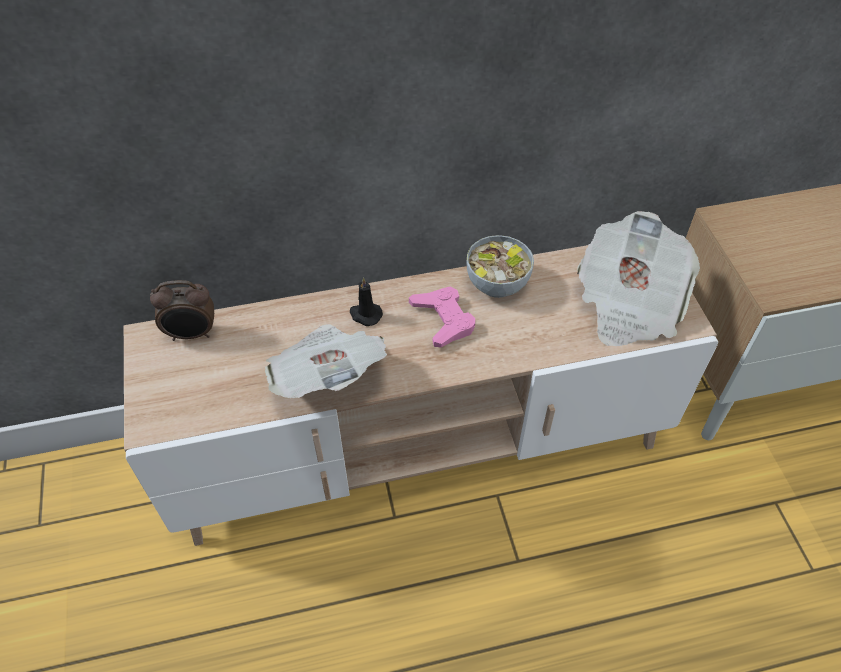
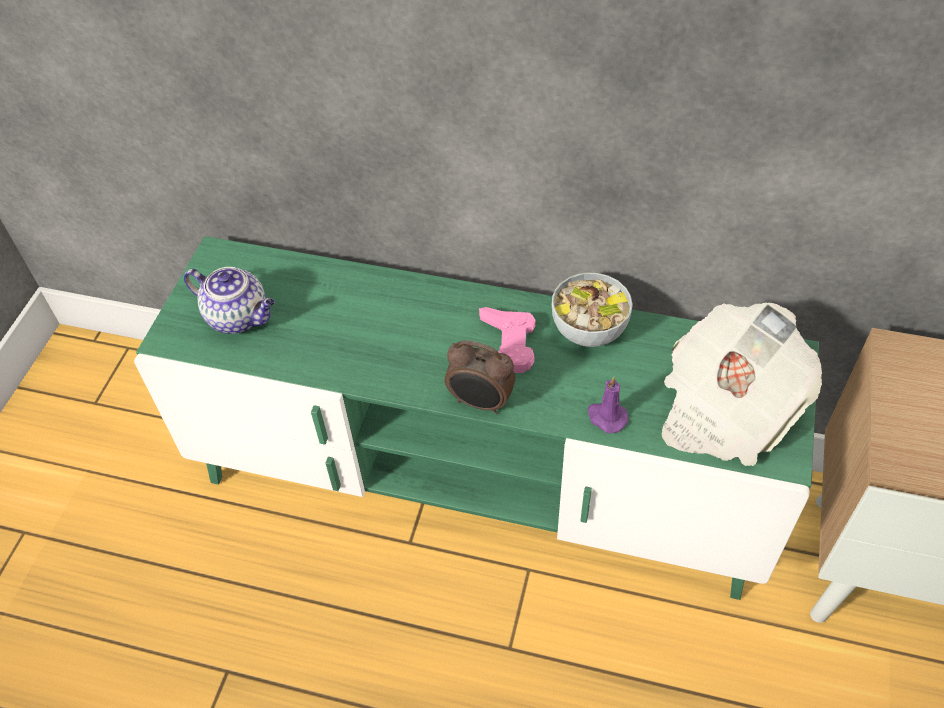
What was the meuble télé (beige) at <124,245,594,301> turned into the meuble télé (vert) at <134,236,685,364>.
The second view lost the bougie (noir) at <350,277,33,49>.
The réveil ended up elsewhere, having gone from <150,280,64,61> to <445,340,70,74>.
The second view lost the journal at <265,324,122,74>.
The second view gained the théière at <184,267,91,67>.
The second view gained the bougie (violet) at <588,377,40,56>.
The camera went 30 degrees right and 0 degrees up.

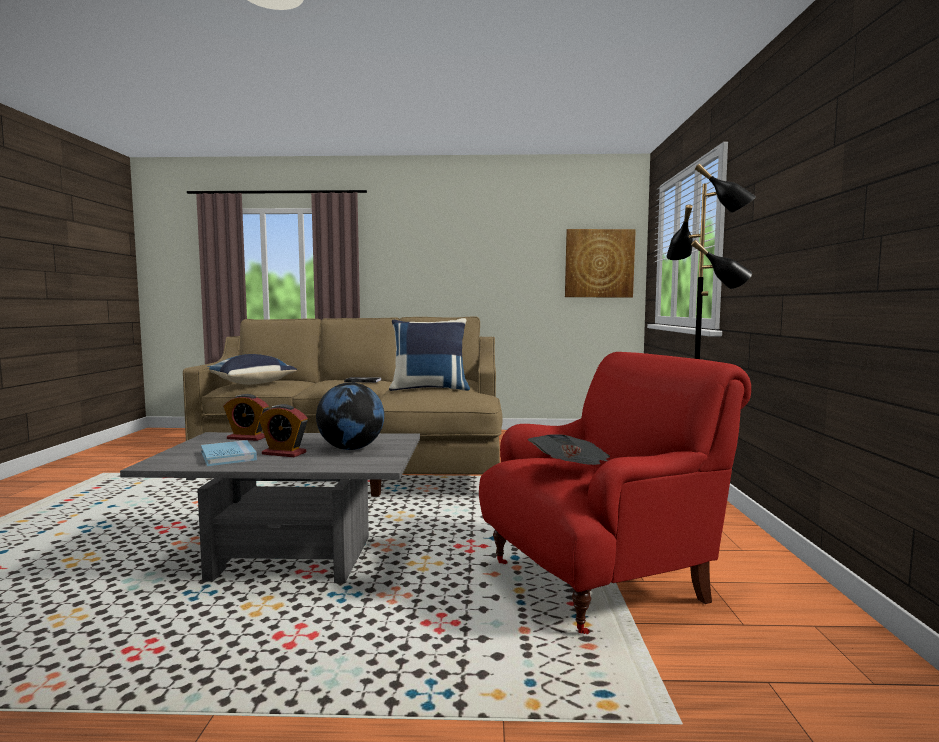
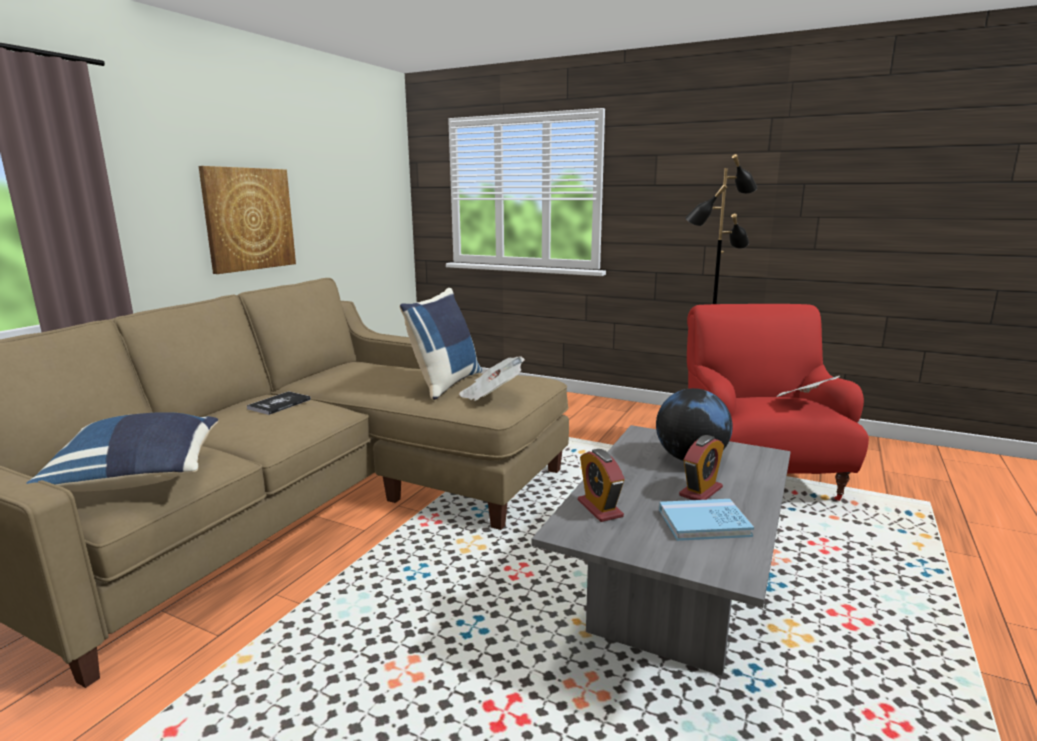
The tableau ended up elsewhere, having gone from <565,229,71,69> to <198,166,98,108>.
The réveil at <223,394,46,47> ended up facing another way, 120 degrees clockwise from before.
The second view gained the journal at <459,357,66,44>.
The camera went 65 degrees left and 10 degrees up.

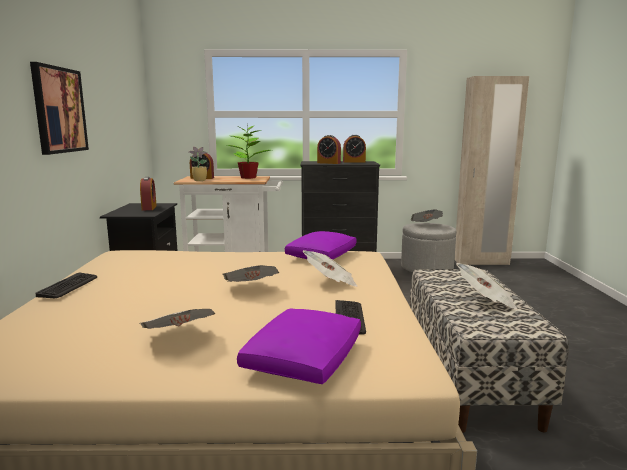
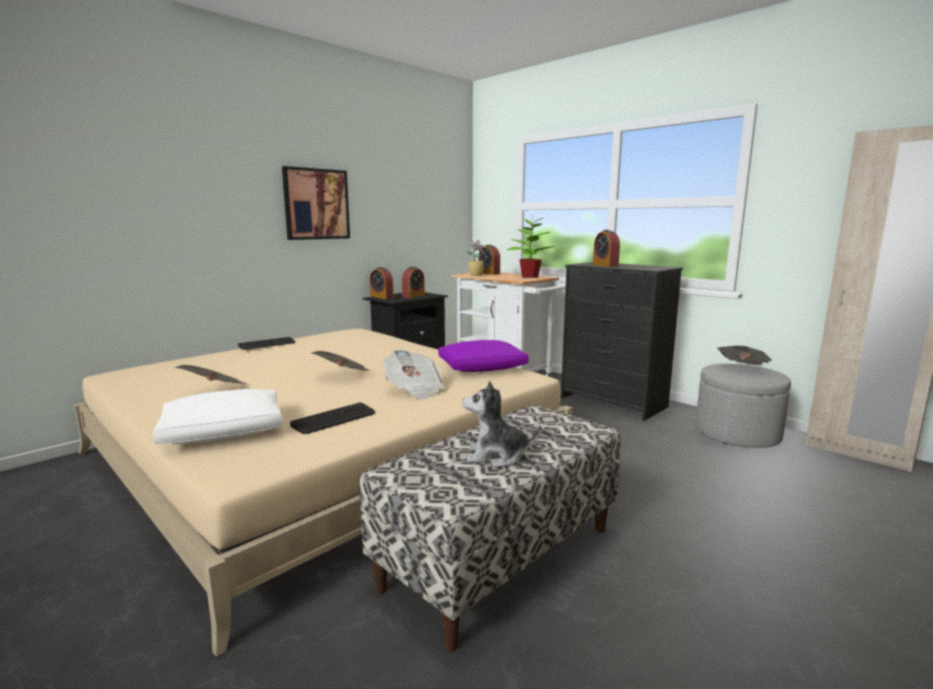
The réveil ended up elsewhere, having gone from <343,135,23,28> to <370,267,24,32>.
Where the journal stood at <456,263,62,47>, the peluche came to stand at <462,381,78,86>.
What was the coussin (violet) at <237,308,124,76> turned into the coussin (blanc) at <152,389,131,55>.
The camera went 45 degrees right and 0 degrees up.

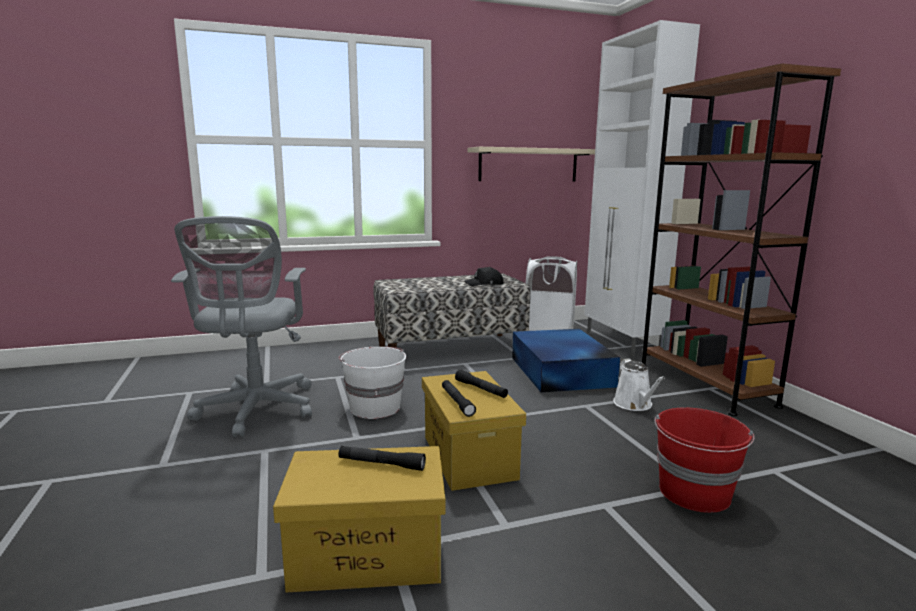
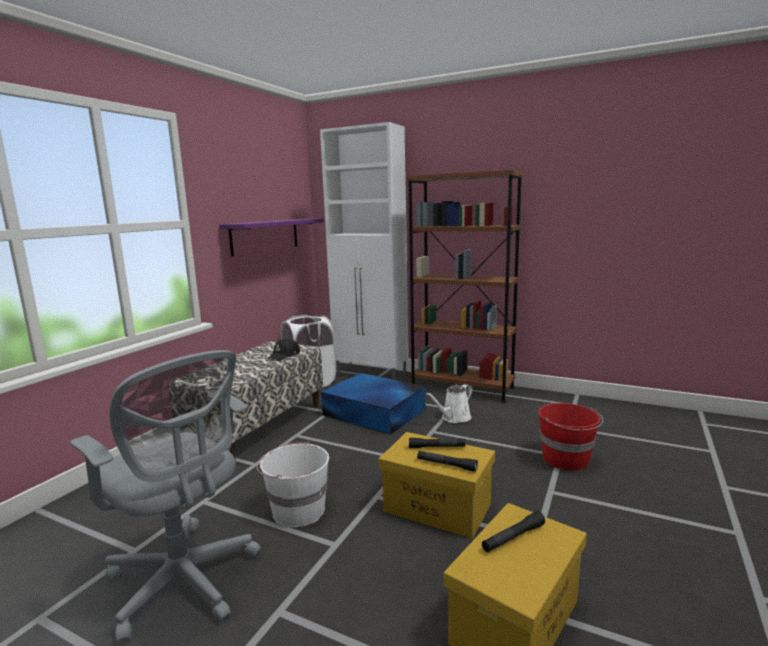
What was the étagère (beige) at <468,147,127,35> turned into the étagère (violet) at <219,218,105,38>.
The arrosoir (blanc) at <613,358,52,53> ended up facing another way, 105 degrees clockwise from before.
The camera went 45 degrees left and 0 degrees up.

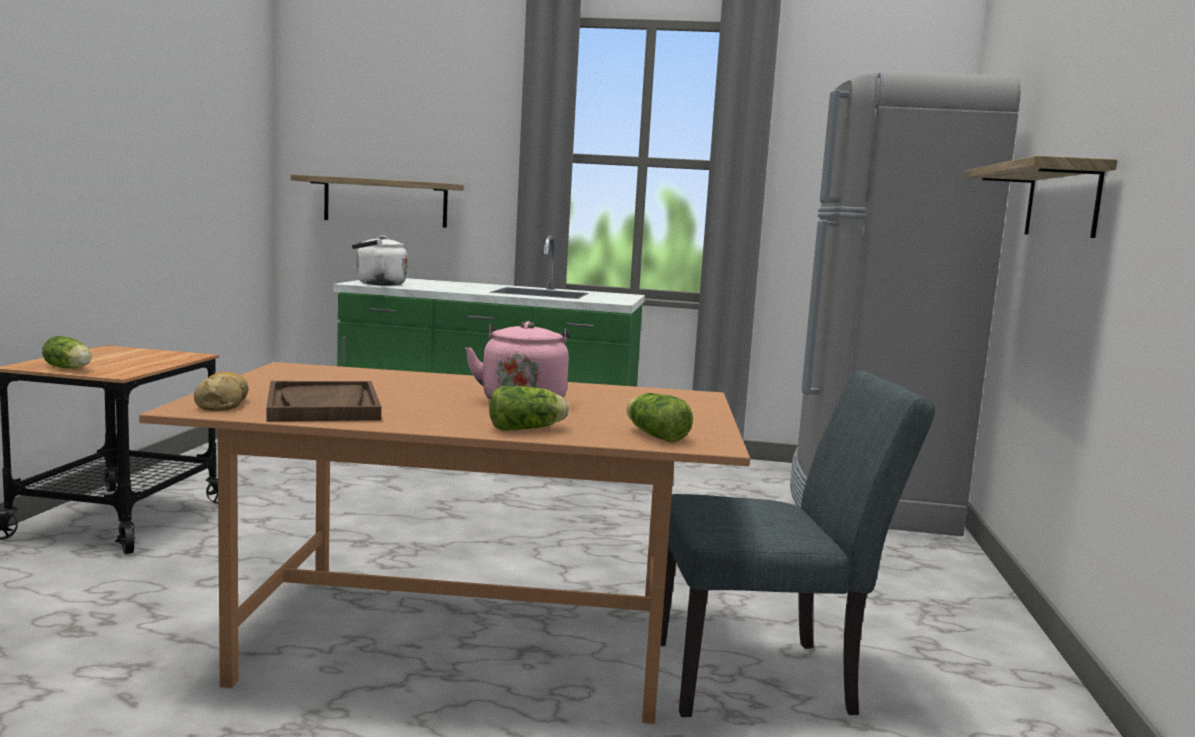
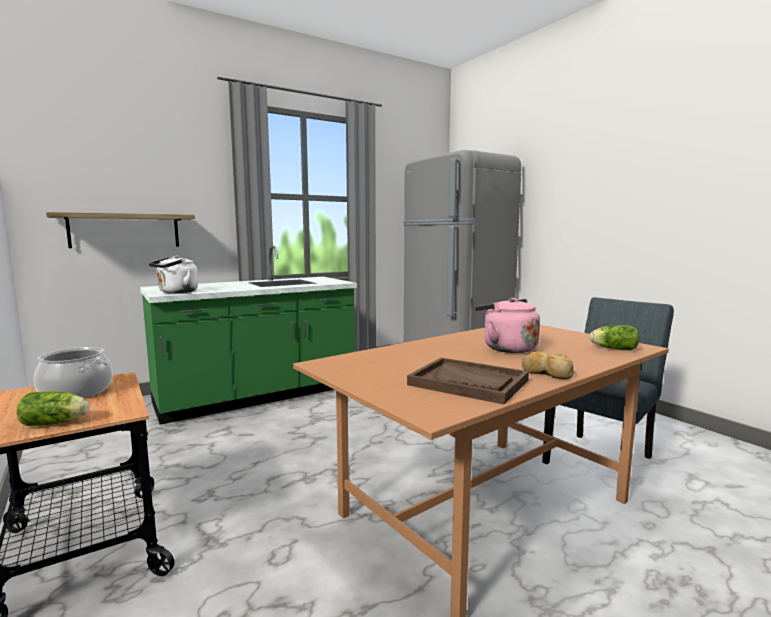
The second view lost the étagère at <964,155,153,83>.
The pain ended up elsewhere, having gone from <194,372,55,39> to <522,351,53,28>.
The second view lost the laitue at <489,386,80,44>.
The second view gained the marmite at <34,347,79,51>.
The camera went 40 degrees left and 0 degrees up.

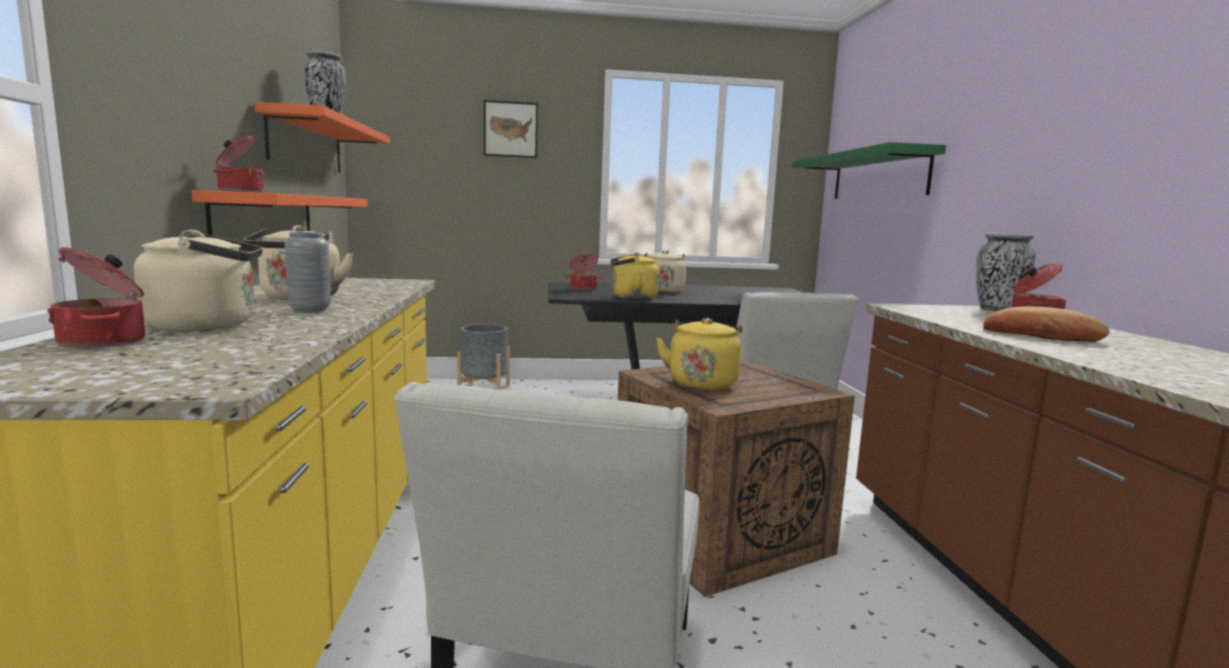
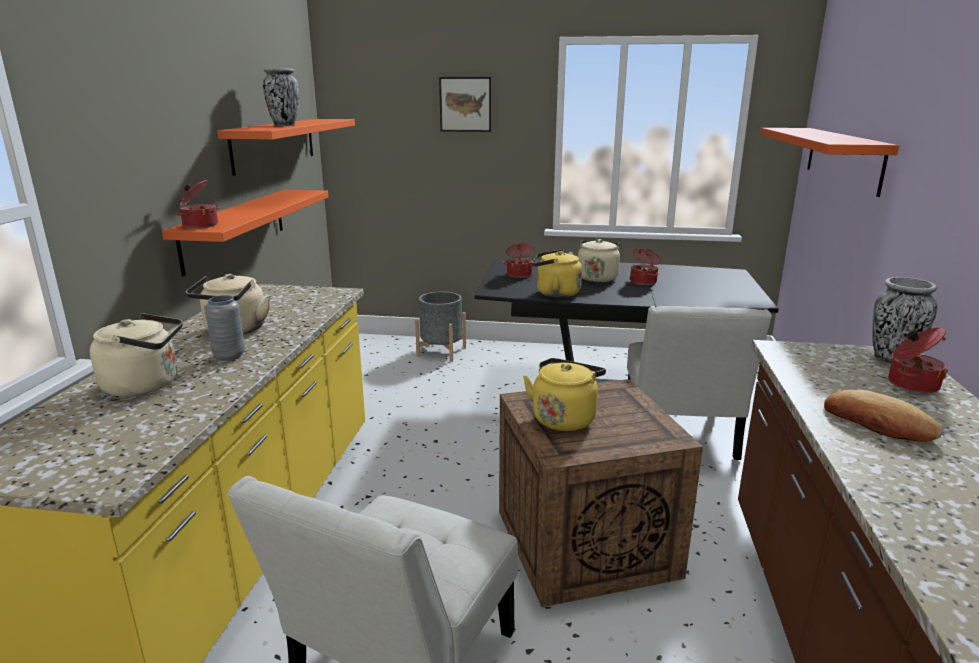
What was the étagère (vert) at <792,142,154,57> turned into the étagère (orange) at <760,128,139,69>.
The marmite ended up elsewhere, having gone from <47,247,98,102> to <630,248,31,37>.
The camera went 15 degrees right and 10 degrees up.

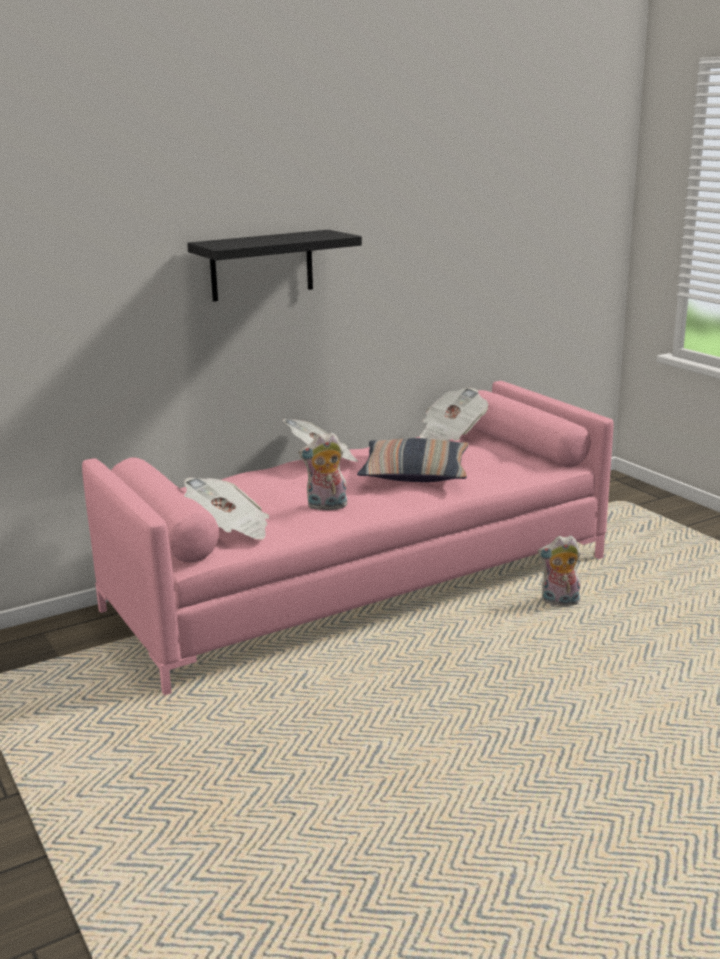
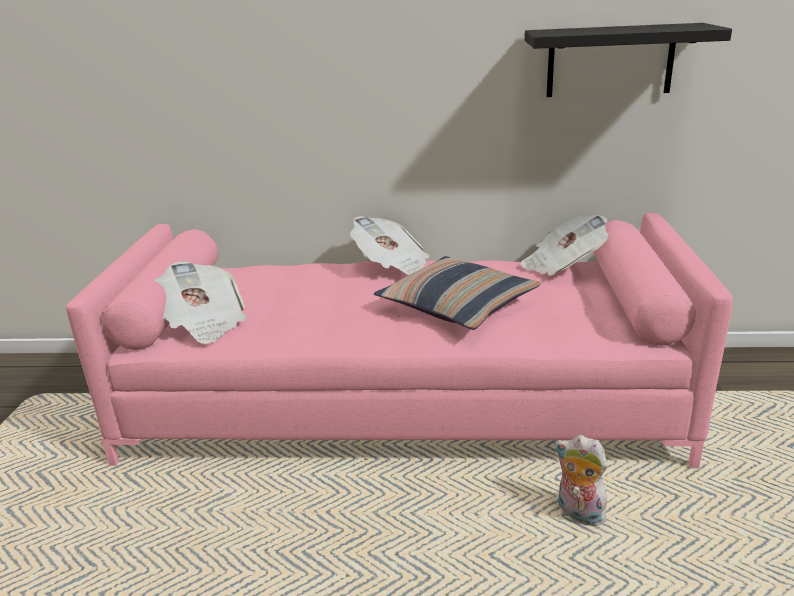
The étagère (noir) ended up elsewhere, having gone from <187,230,175,72> to <525,23,207,74>.
The second view lost the peluche at <299,432,48,78>.
The camera went 35 degrees right and 5 degrees up.

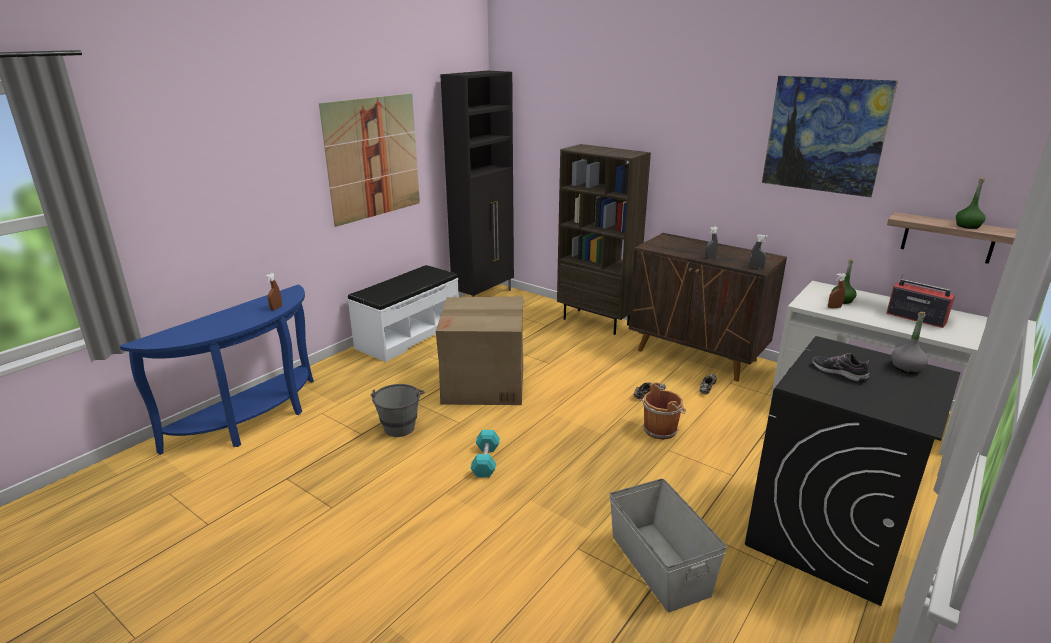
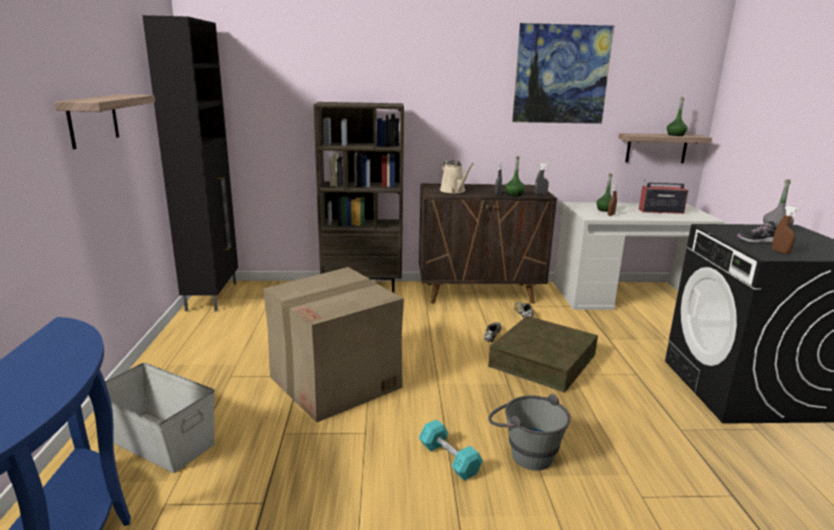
Where the tableau hung at <319,93,101,134>, the étagère came to hang at <54,94,101,55>.
The second view lost the banc (blanc) at <348,265,111,97>.
The vaporisateur (marron) ended up elsewhere, having gone from <265,273,17,37> to <772,206,28,48>.
Where the seau (marron) stood at <642,382,44,58>, the boîte de rangement (marron) came to stand at <488,316,110,77>.
The seau (gris) ended up elsewhere, having gone from <371,384,53,53> to <488,394,83,77>.
The boîte de rangement (gris) ended up elsewhere, having gone from <609,478,118,134> to <88,363,127,110>.
The second view gained the bouteille (vert) at <505,156,20,41>.
The second view gained the arrosoir (beige) at <440,160,34,33>.
The camera went 40 degrees left and 5 degrees down.

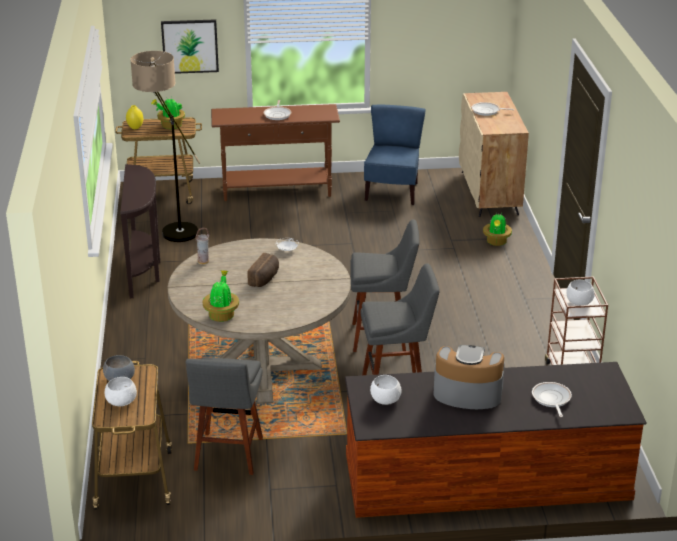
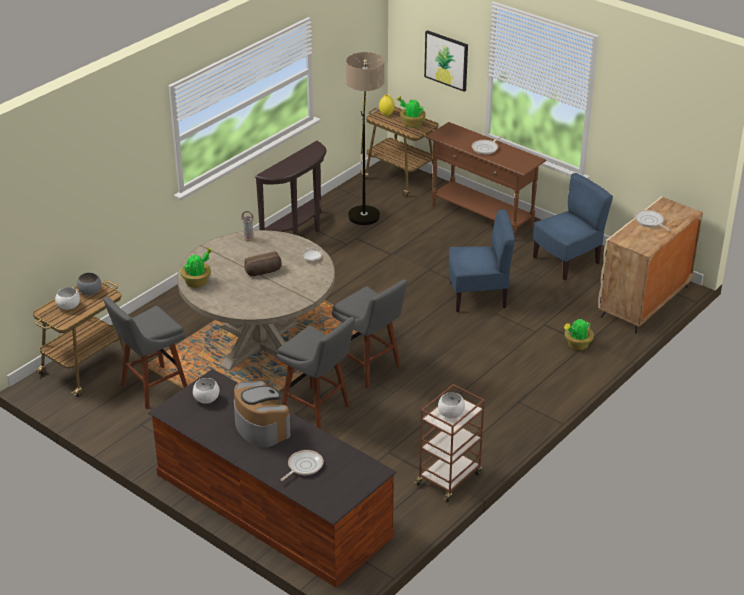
The second view gained the chaise (bleu) at <449,209,66,103>.
The camera went 45 degrees right and 5 degrees up.

